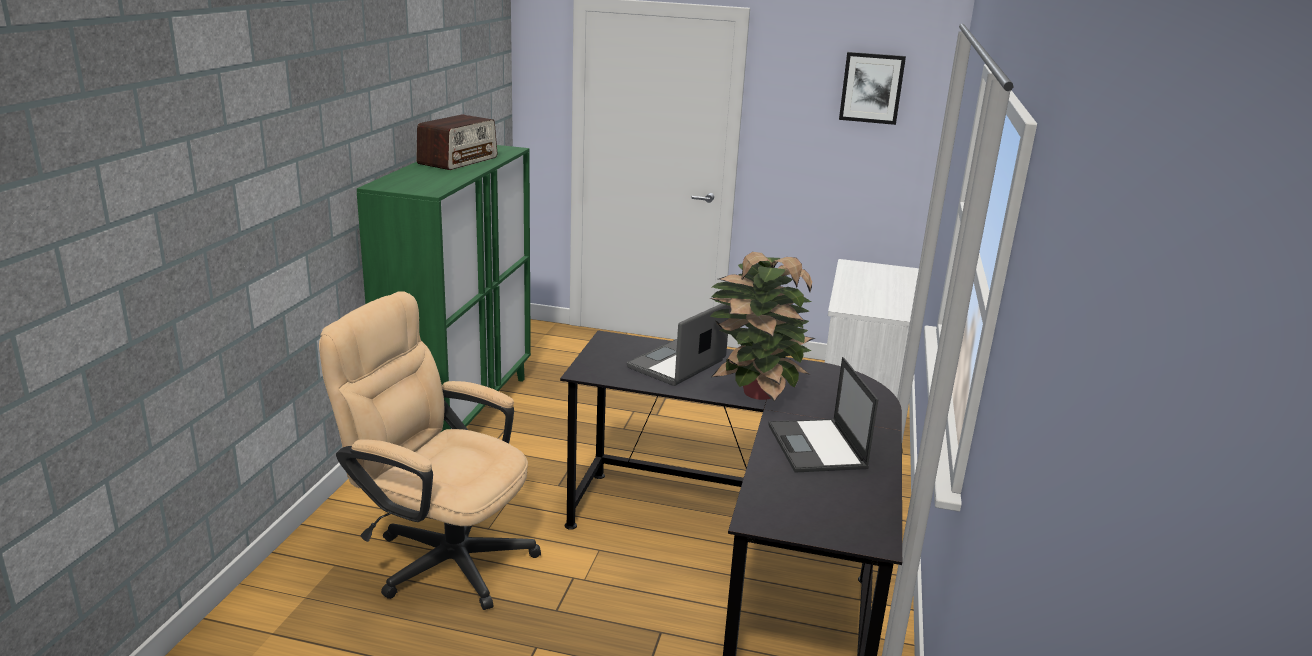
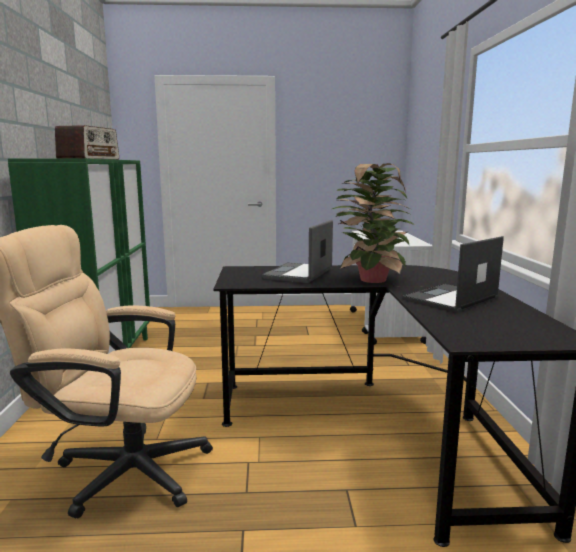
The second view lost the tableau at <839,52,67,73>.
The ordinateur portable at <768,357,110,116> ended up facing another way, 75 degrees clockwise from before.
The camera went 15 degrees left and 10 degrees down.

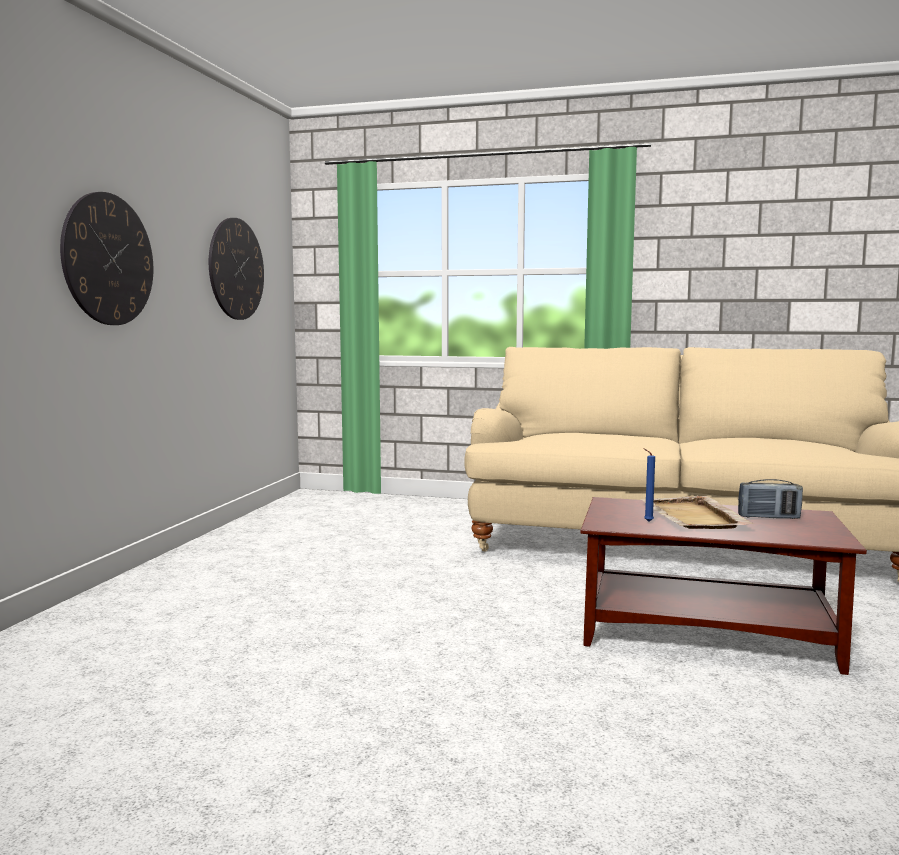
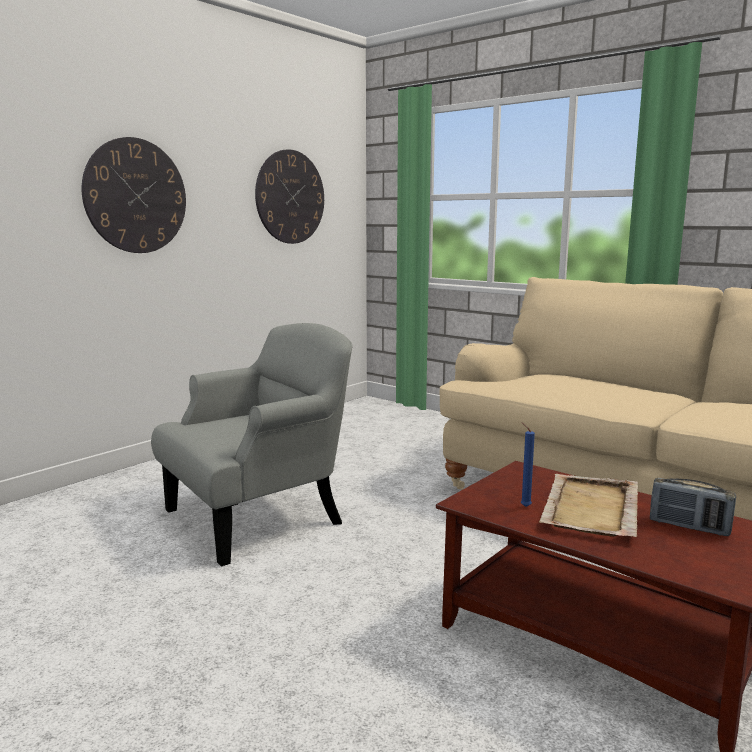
The second view gained the fauteuil (gris) at <151,323,201,243>.
The camera went 25 degrees right and 5 degrees up.

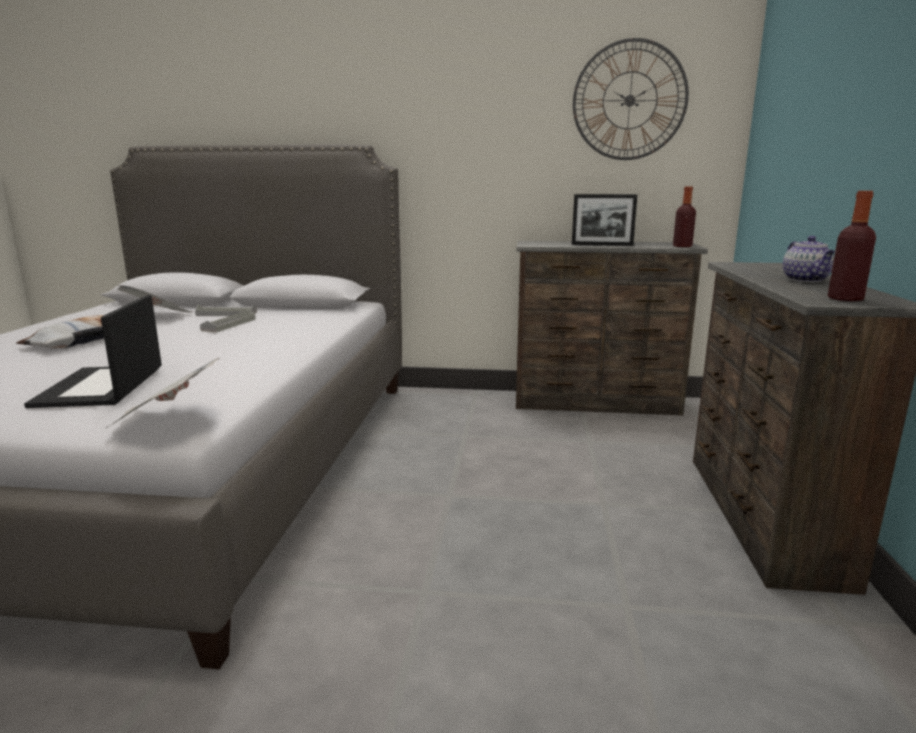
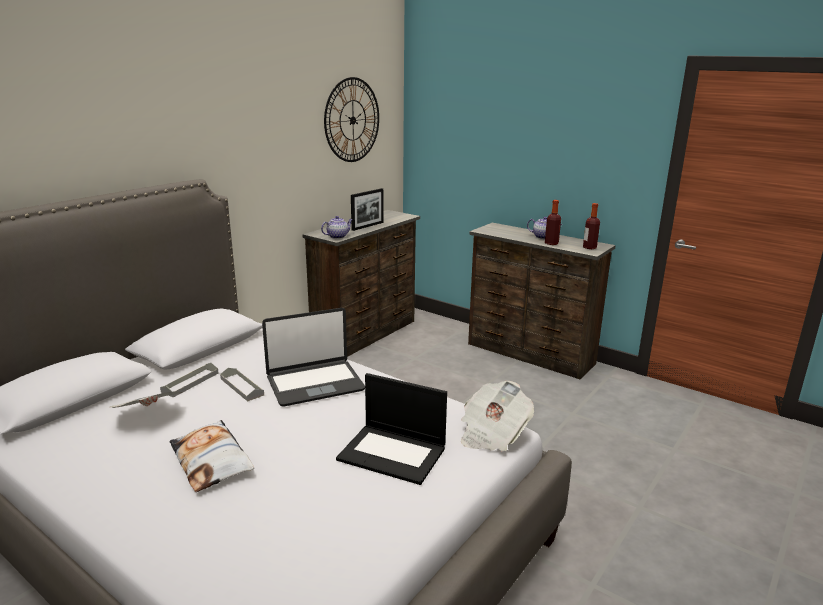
The bouteille ended up elsewhere, having gone from <673,187,23,60> to <545,200,16,45>.
The second view gained the théière at <321,216,32,23>.
The second view gained the ordinateur portable at <262,308,103,98>.
The camera went 60 degrees left and 5 degrees up.

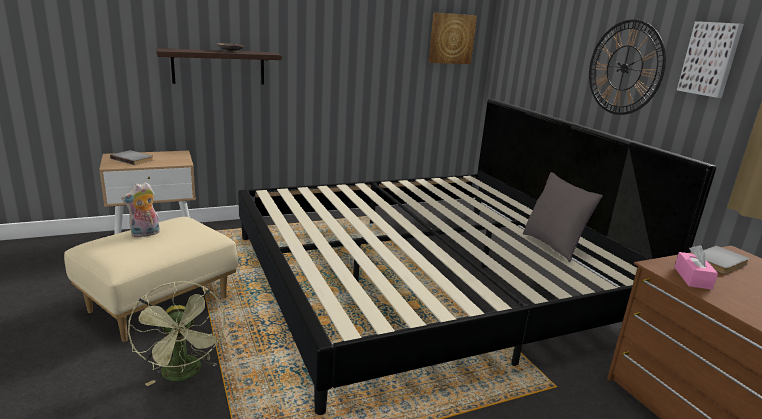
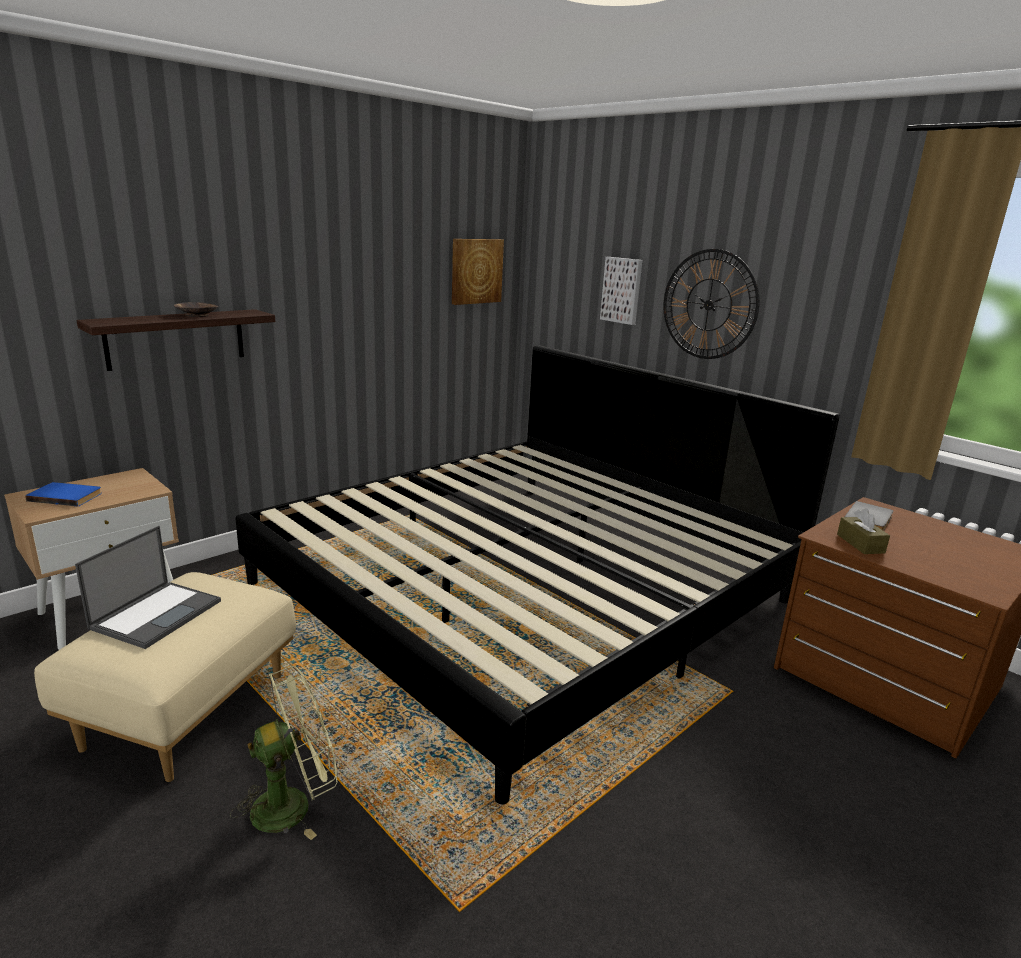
The tableau ended up elsewhere, having gone from <677,21,67,77> to <600,257,42,68>.
What was the livre (gris) at <110,150,43,15> turned into the livre (bleu) at <25,482,77,25>.
The second view lost the coussin (gris) at <523,172,80,90>.
Where the peluche stood at <121,182,39,56>, the ordinateur portable came to stand at <75,526,146,123>.
What was the boîte à mouchoirs (rose) at <674,245,44,45> turned into the boîte à mouchoirs (marron) at <837,508,53,46>.
The ventilateur (vert) at <128,281,97,105> ended up facing another way, 75 degrees counterclockwise from before.
The camera went 20 degrees left and 0 degrees up.

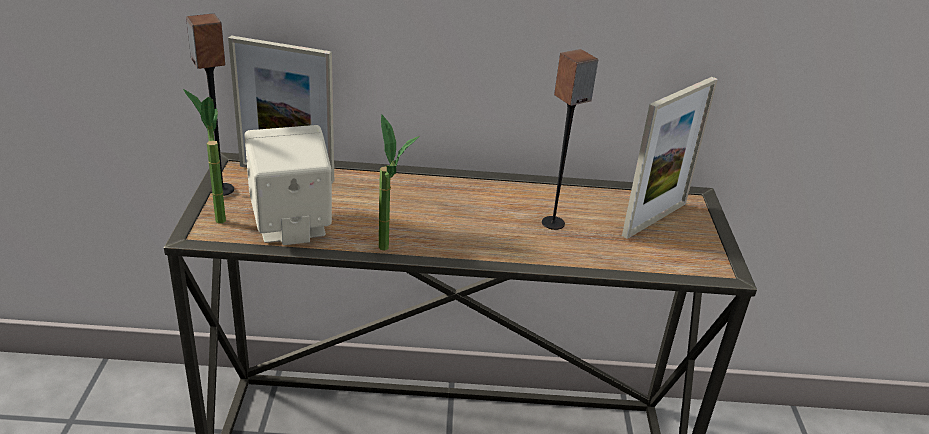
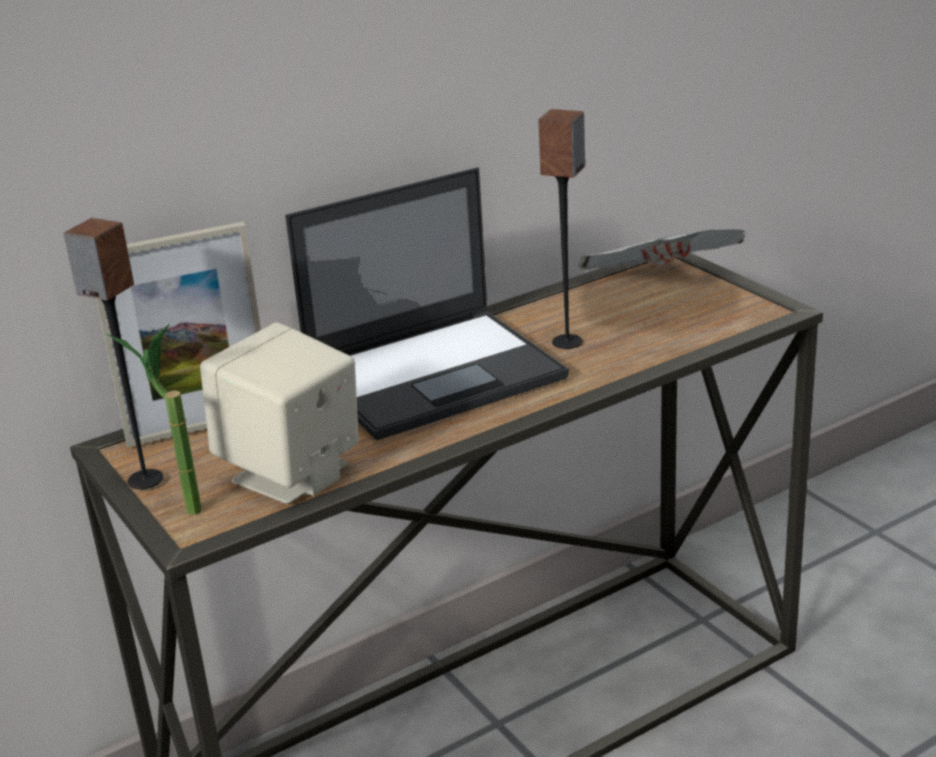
Where the cadre photo stood at <622,77,96,162>, the journal came to stand at <578,229,167,41>.
The second view lost the plante en pot at <379,114,41,136>.
The second view gained the ordinateur portable at <285,167,284,273>.
The camera went 30 degrees left and 5 degrees down.

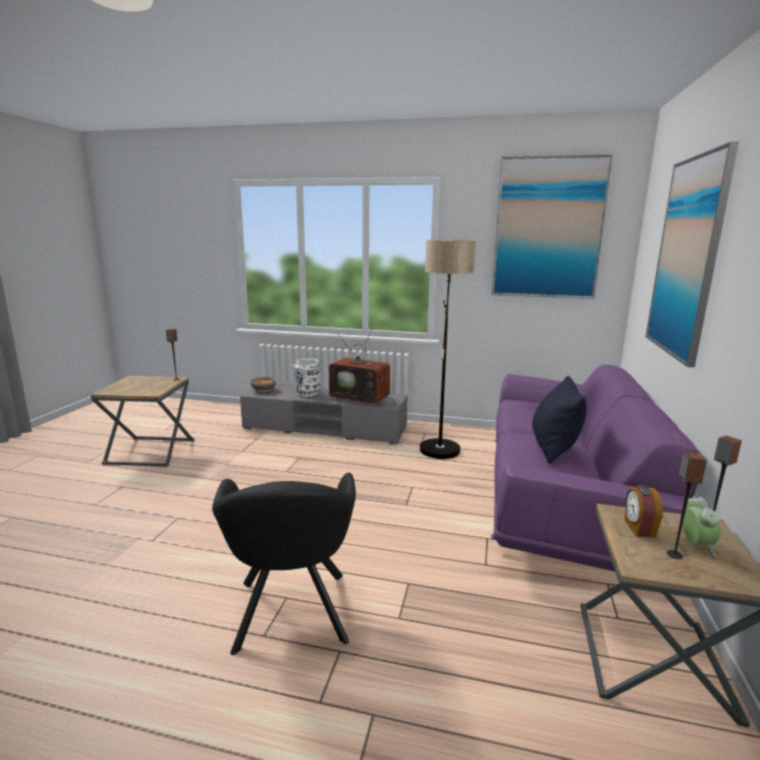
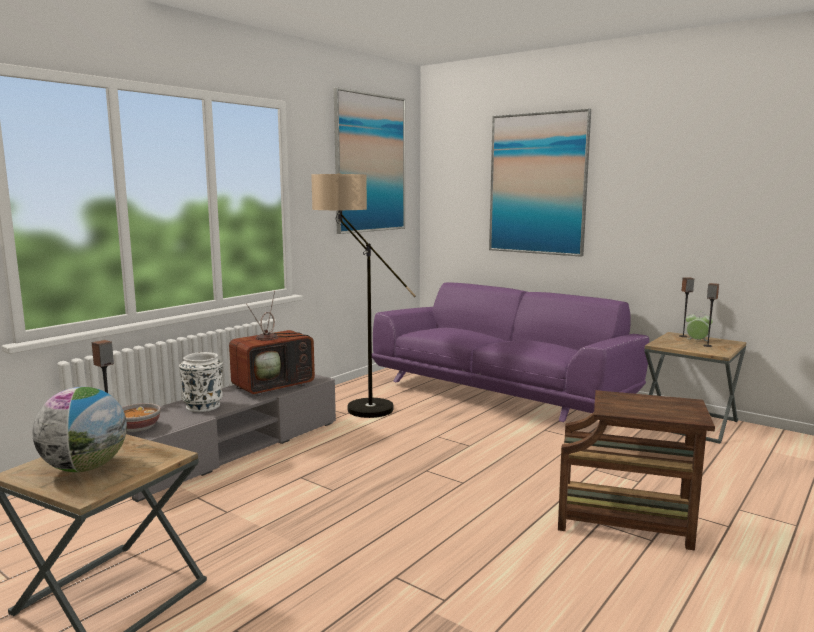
The second view lost the coussin (noir) at <532,376,55,88>.
Where the fauteuil (noir) stood at <212,472,144,183>, the table d'appoint (marron) came to stand at <558,390,157,161>.
The second view lost the réveil at <625,485,38,53>.
The second view gained the globe at <32,387,95,85>.
The camera went 65 degrees left and 5 degrees down.

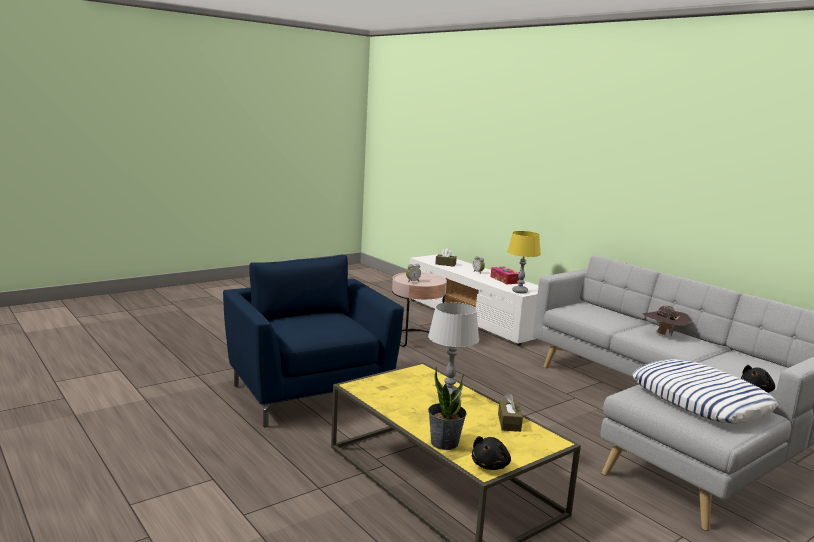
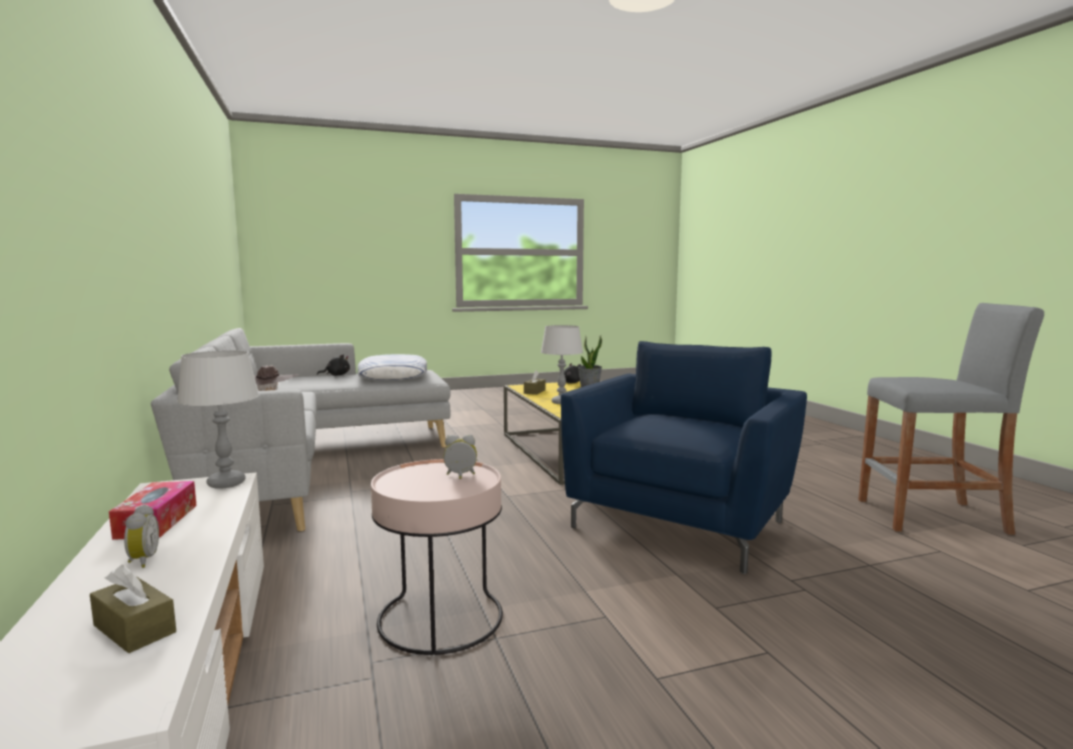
What was the lampe de table (jaune) at <507,231,34,62> turned into the lampe de table (gris) at <177,350,82,139>.
The fauteuil (bleu) at <223,254,181,174> ended up facing another way, 135 degrees counterclockwise from before.
The second view gained the tabouret (gris) at <858,303,186,232>.
The camera went 160 degrees left and 5 degrees down.

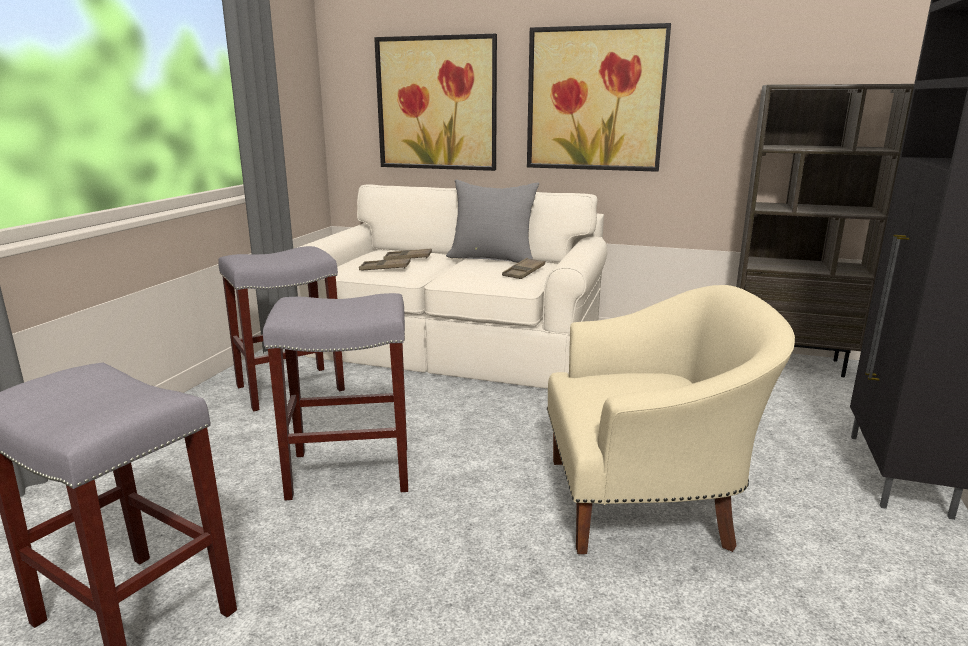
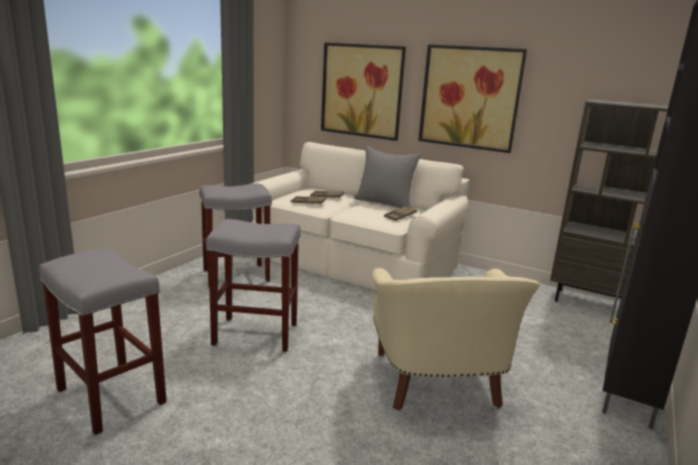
The fauteuil (beige) at <547,285,248,269> ended up facing another way, 75 degrees clockwise from before.
The camera went 10 degrees right and 0 degrees up.

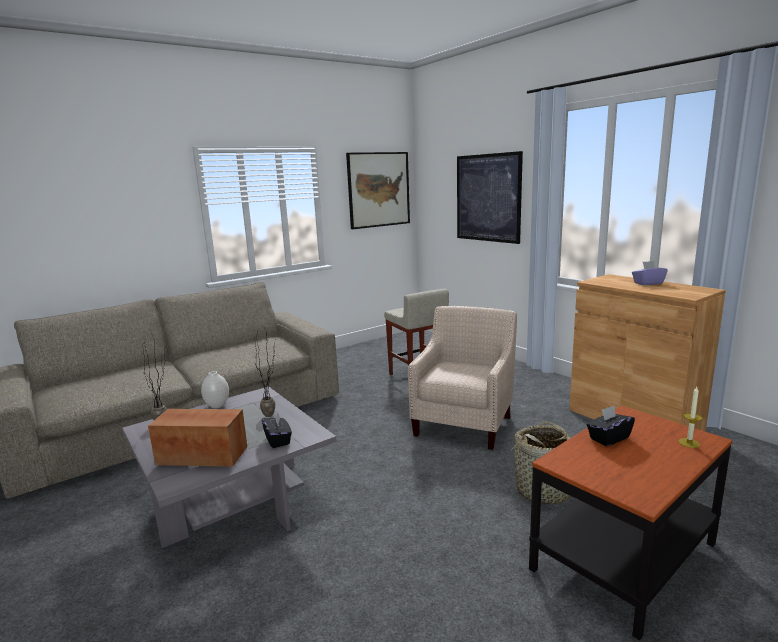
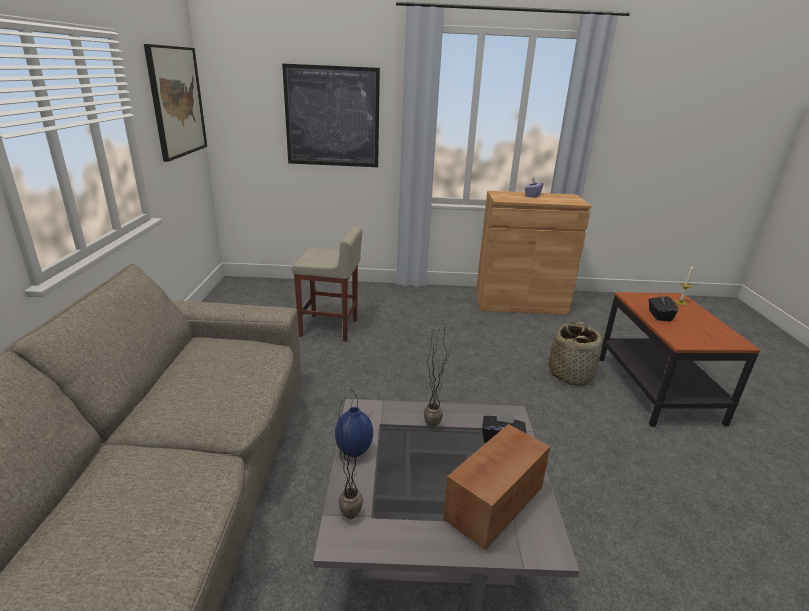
The second view lost the fauteuil (beige) at <408,306,109,144>.
What was the vase (blanc) at <201,371,28,37> turned into the vase (bleu) at <335,407,38,50>.
The camera went 55 degrees left and 10 degrees up.

